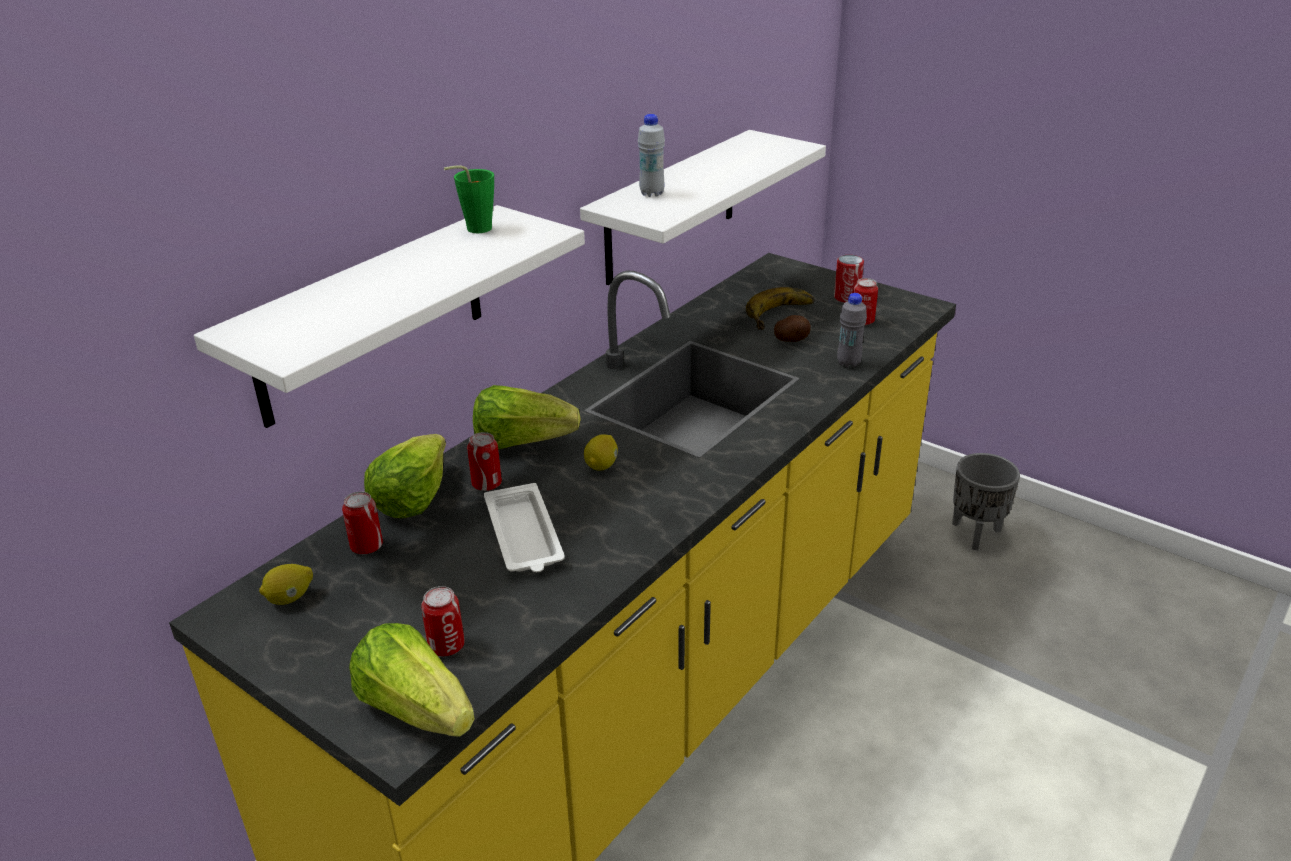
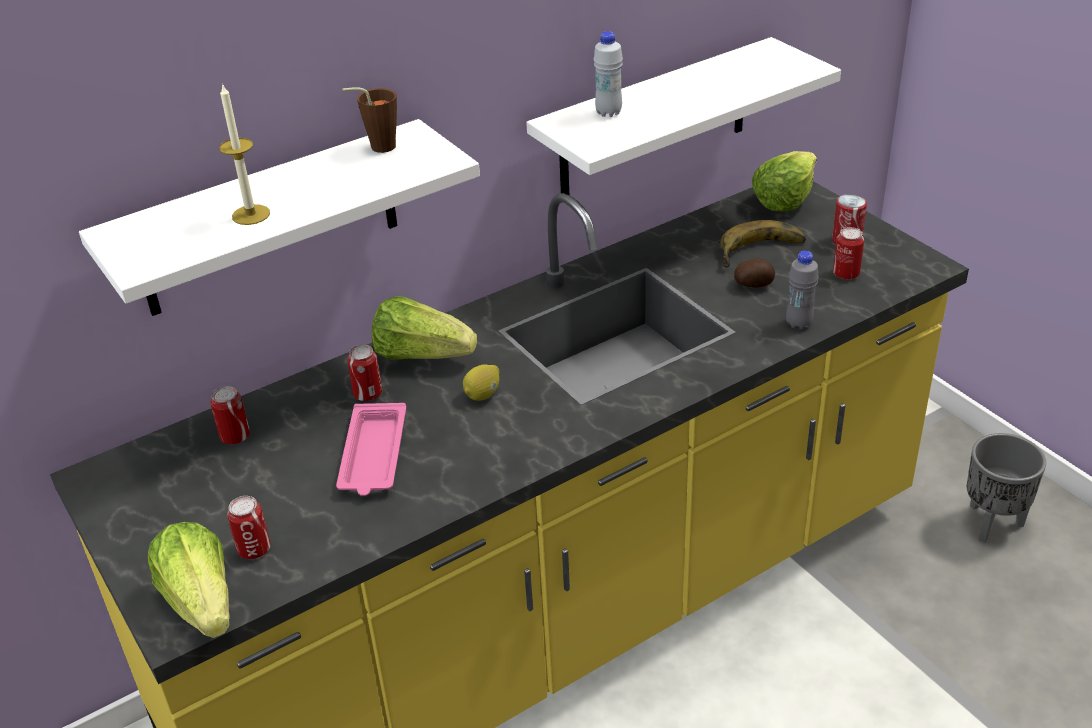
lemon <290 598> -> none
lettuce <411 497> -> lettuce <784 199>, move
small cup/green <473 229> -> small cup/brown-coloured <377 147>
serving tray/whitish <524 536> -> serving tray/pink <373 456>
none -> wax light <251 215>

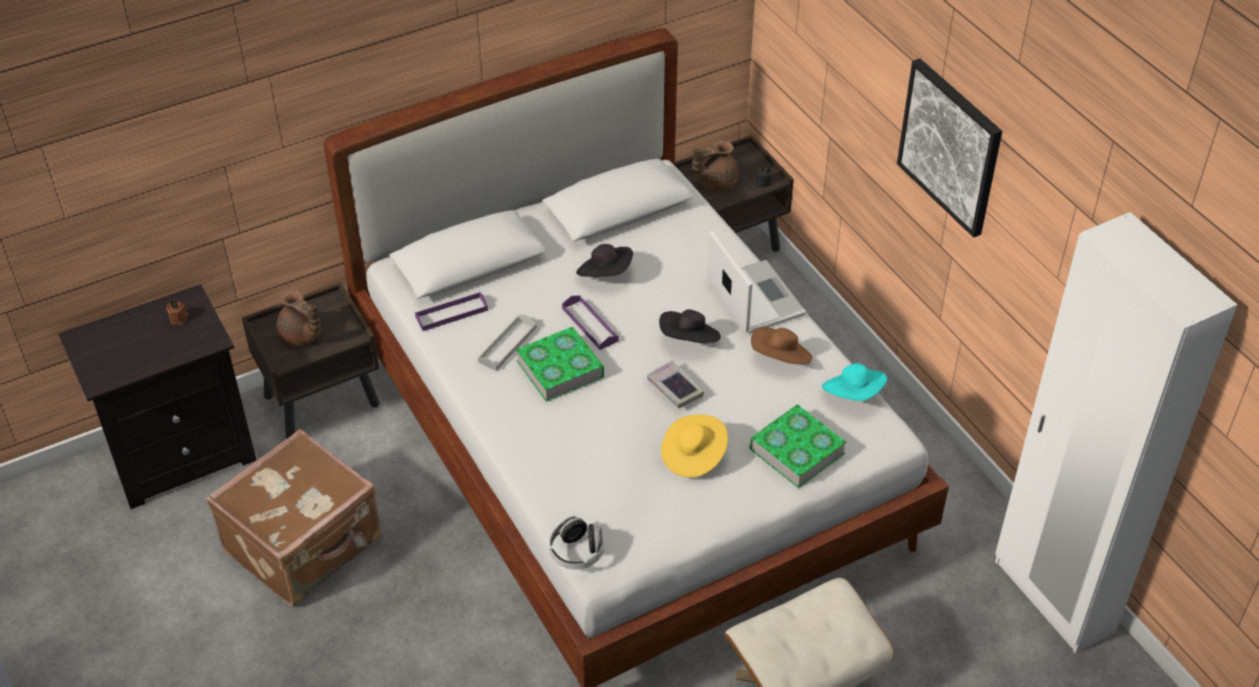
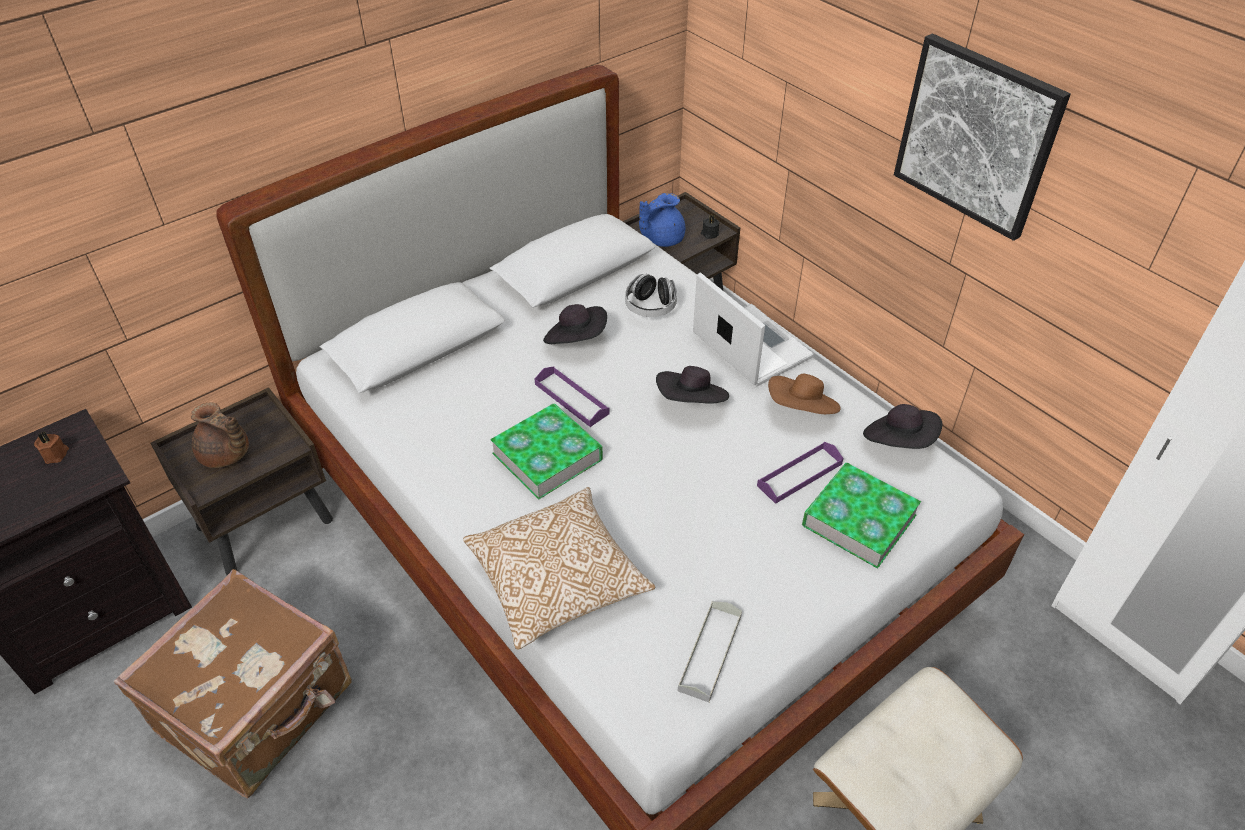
serving tray/purplish <451 313> -> serving tray/purplish <799 475>, move
serving tray/greyish <507 345> -> serving tray/greyish <710 652>, move
headset <577 552> -> headset <650 307>, move
book <674 388> -> none
hat/yellowish <693 456> -> none
teapot/brown-coloured <715 182> -> teapot/bluish <661 239>
hat/turquoise-coloured <853 395> -> hat/blackish <899 442>
none -> cushion <557 580>

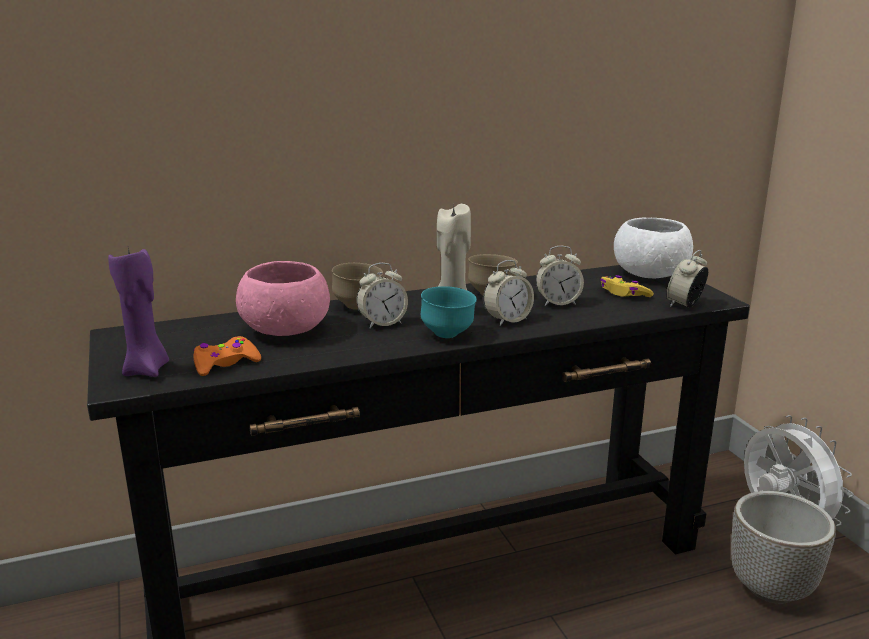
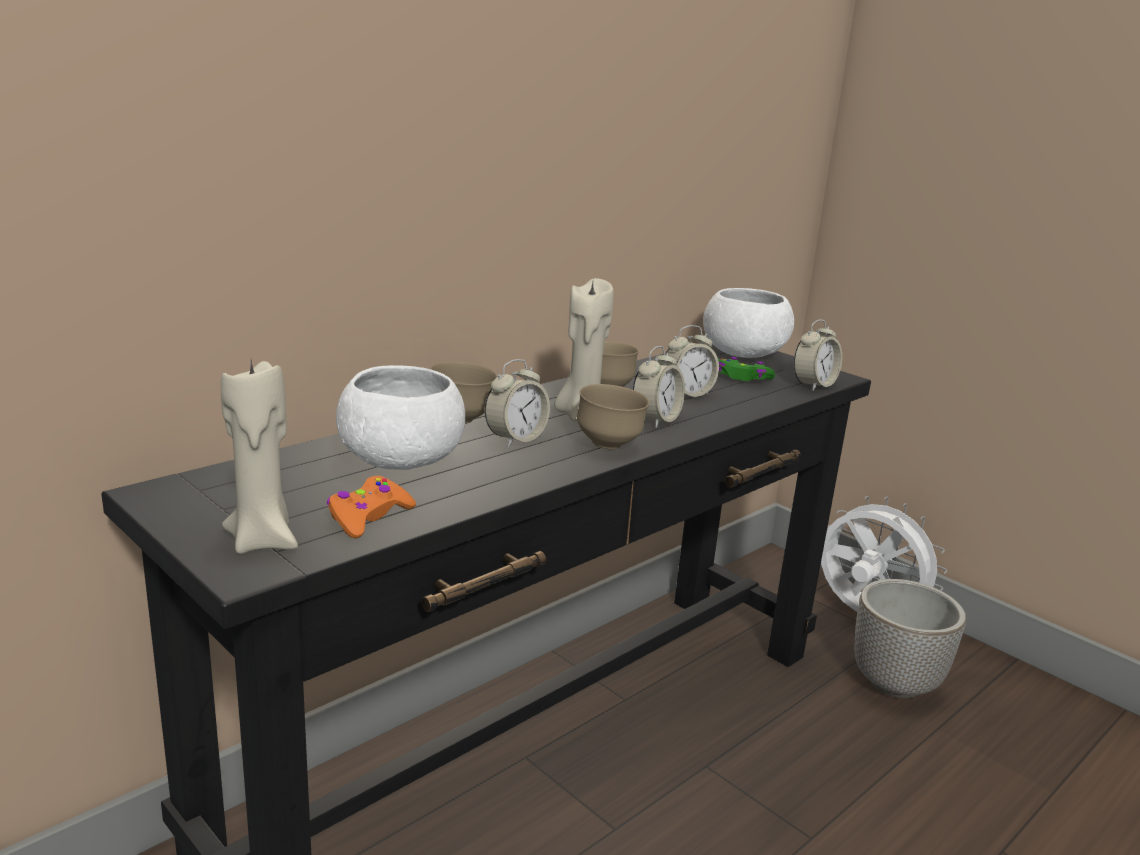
wax light/purplish <147 370> -> wax light/sand-coloured <263 541>
serving bowl/pink <286 330> -> serving bowl/whitish <402 461>
serving bowl/turquoise-coloured <448 335> -> serving bowl/brown-coloured <609 445>
joypad/yellowish <624 294> -> joypad/green <742 378>
alarm clock <685 305> -> alarm clock <813 385>, 150 degrees counterclockwise

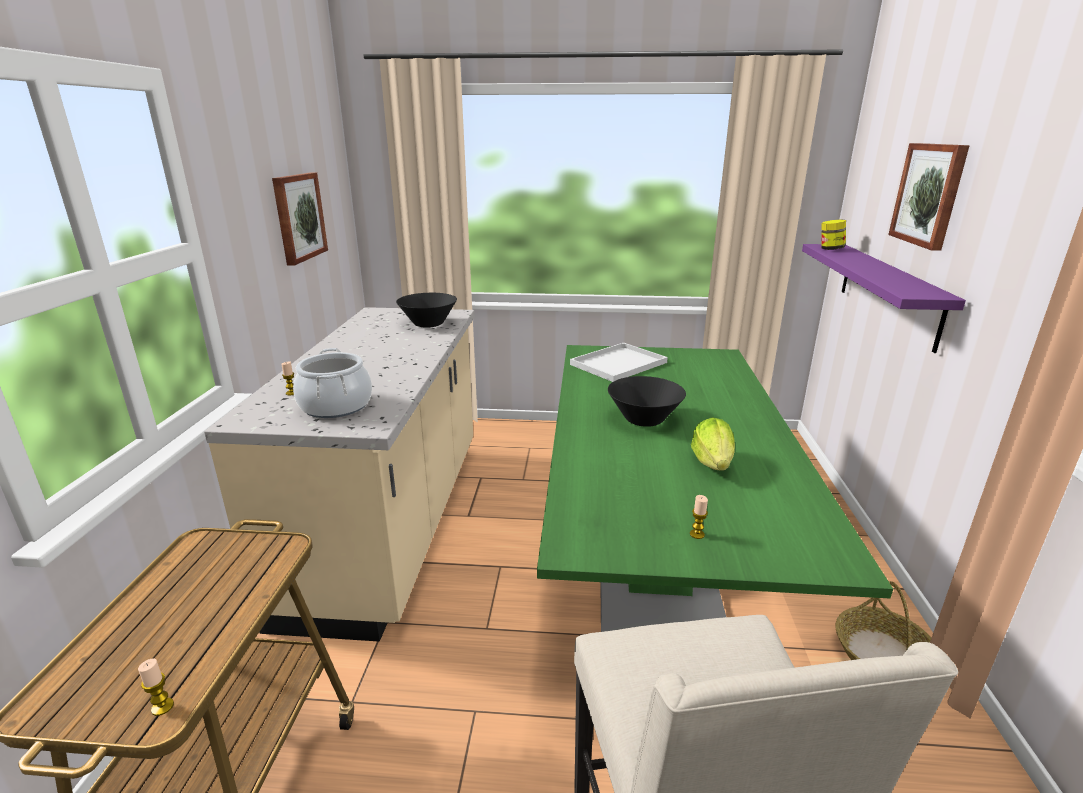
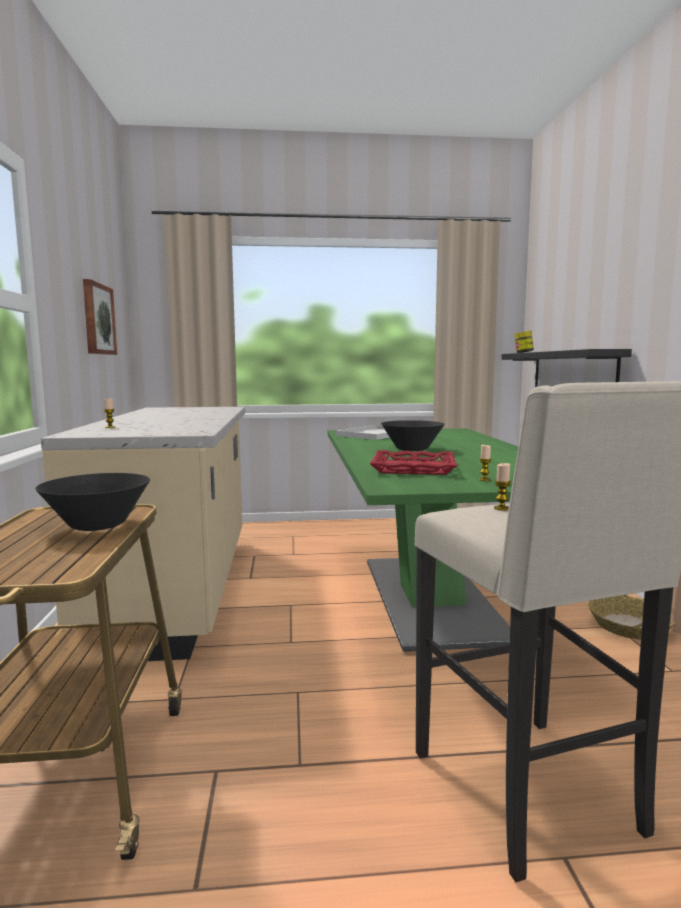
wax light <162 707> -> wax light <501 508>, move
saucepot <336 405> -> none
serving bowl/blackish <428 324> -> serving bowl/blackish <98 525>, move
lettuce <712 463> -> none
bracket shelf/purplish <888 292> -> bracket shelf/blackish <572 371>
picture <929 194> -> none
none -> serving tray/red <413 468>

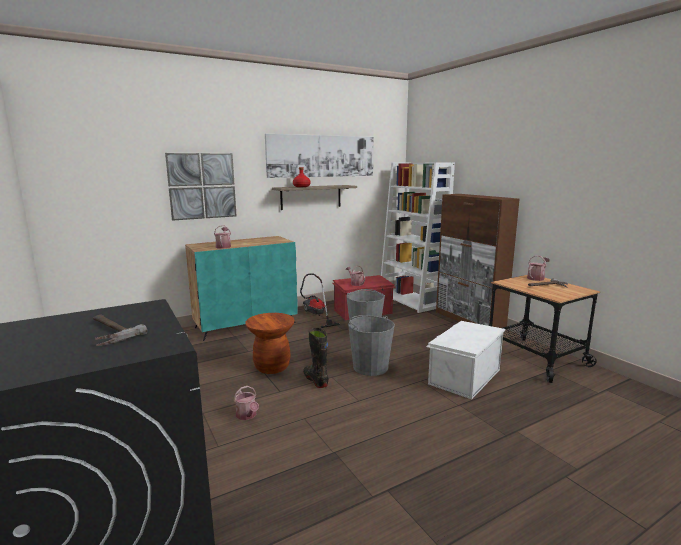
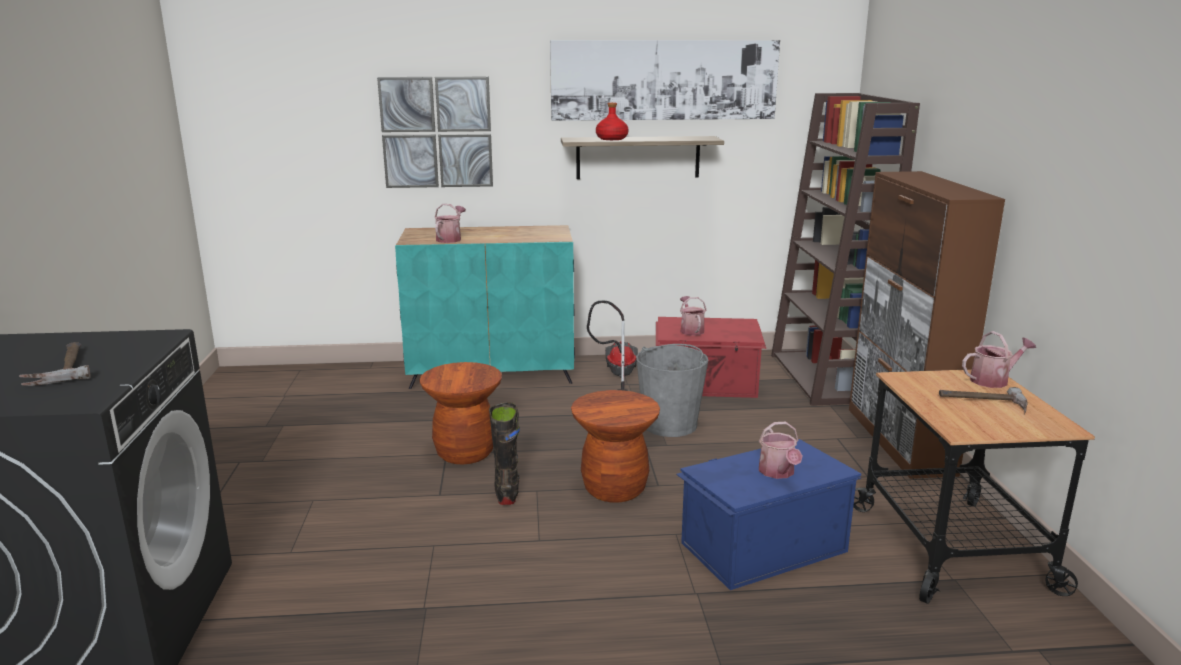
sprinkling can <247 416> -> sprinkling can <778 472>, move
water bucket/greyish <370 367> -> stool seat/brown-coloured <614 488>
shelving unit/whitish <412 300> -> shelving unit/brown-coloured <824 378>
storage bin/whitish <463 376> -> storage bin/bluish <761 546>

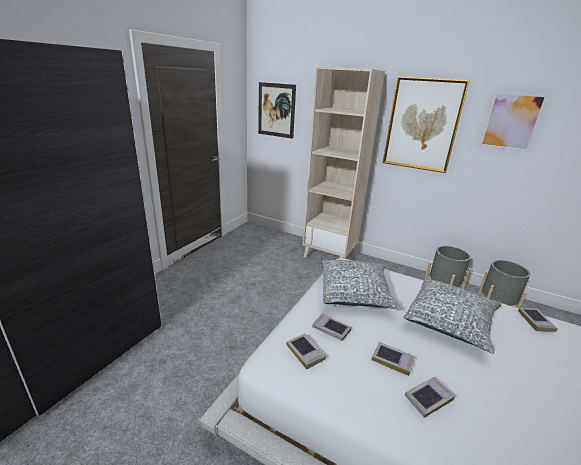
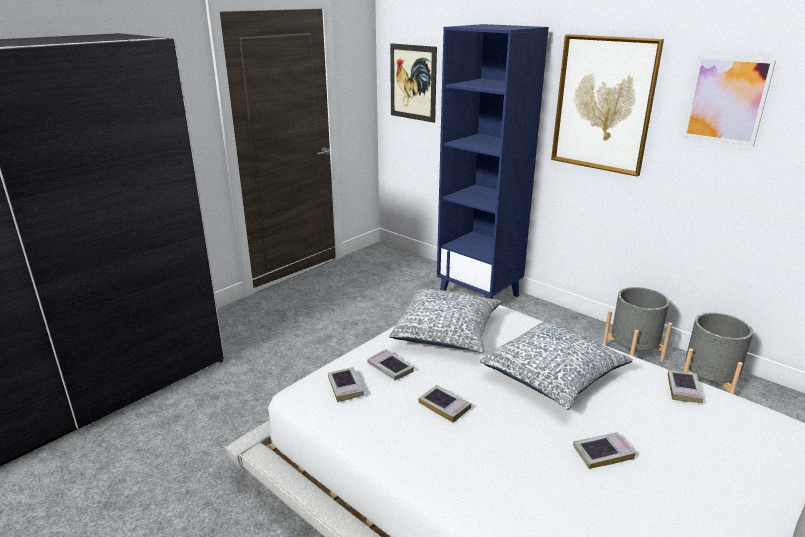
shelving unit/sand-coloured <330 255> -> shelving unit/bluish <480 294>
book <428 398> -> book <603 453>, move

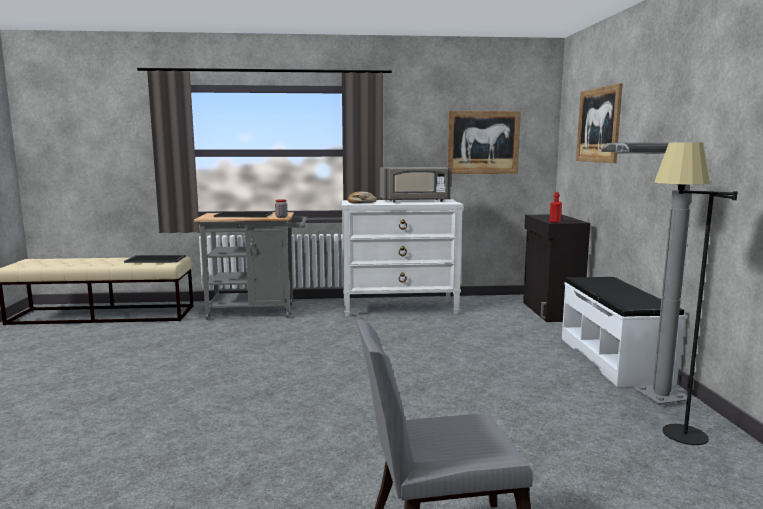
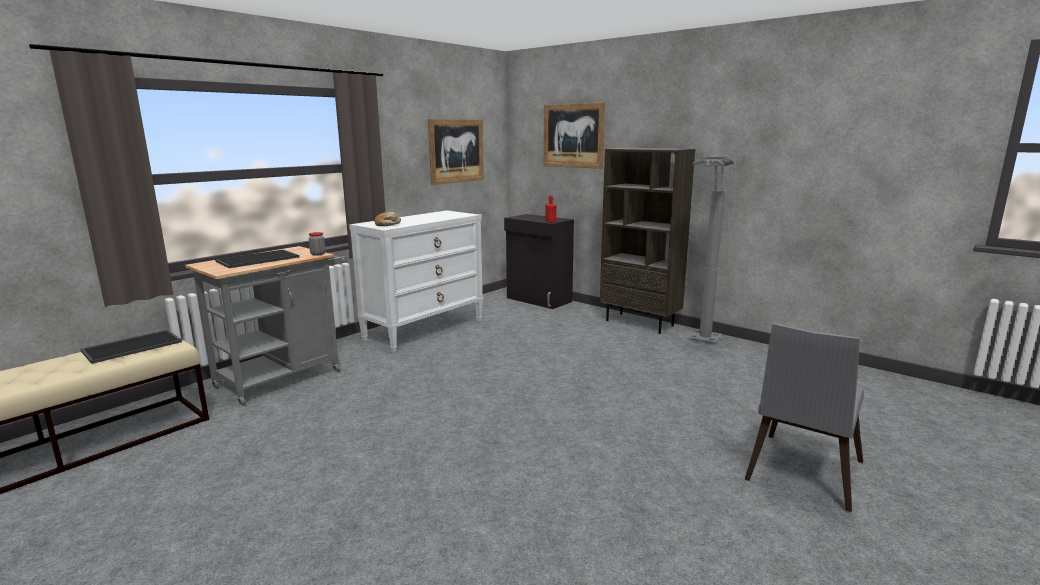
kitchen microwave/greyish <415 201> -> none
long seat/whitish <614 359> -> shelving unit/brown-coloured <640 323>
standard lamp/blackish <670 438> -> none

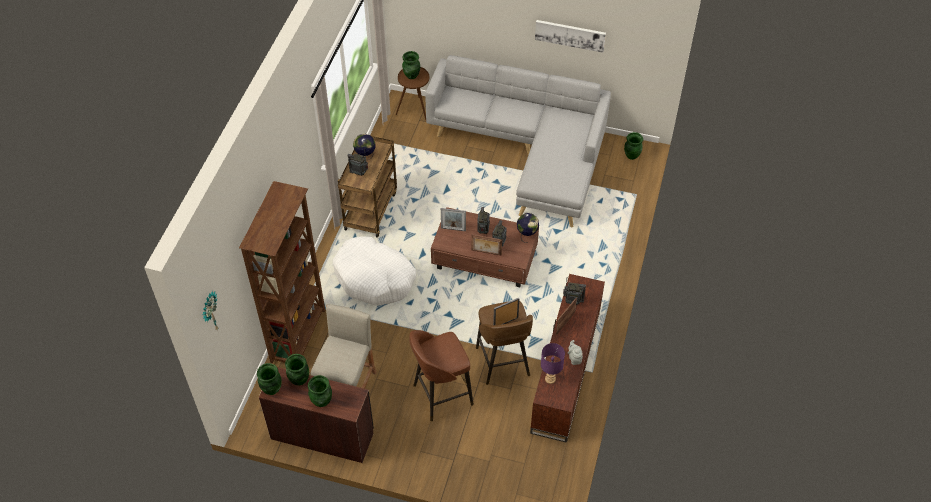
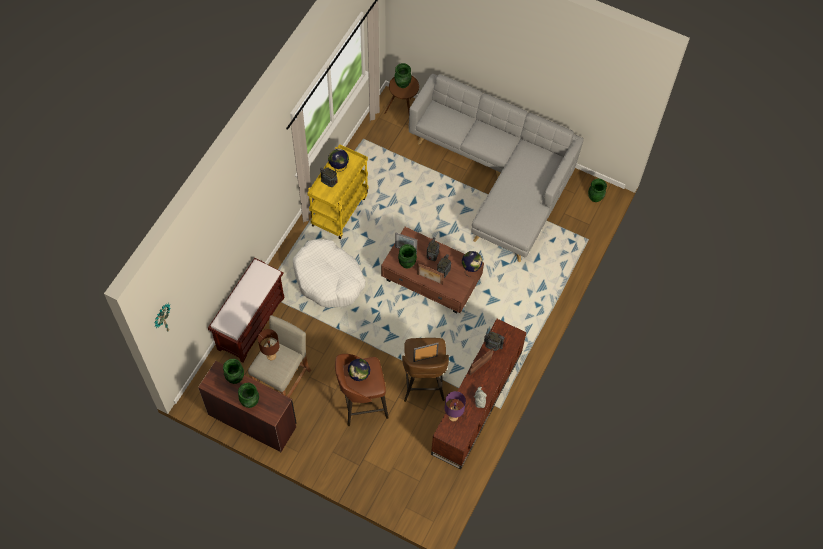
shelving unit/brown-coloured <299 335> -> long seat/brown-coloured <251 322>
decorative vase/green <271 389> -> decorative vase/green <406 263>, move
trolley/brown-coloured <370 210> -> trolley/yellowish <339 209>
picture <570 35> -> none
none -> table lamp/brown-coloured <271 355>
none -> desk globe <359 376>

